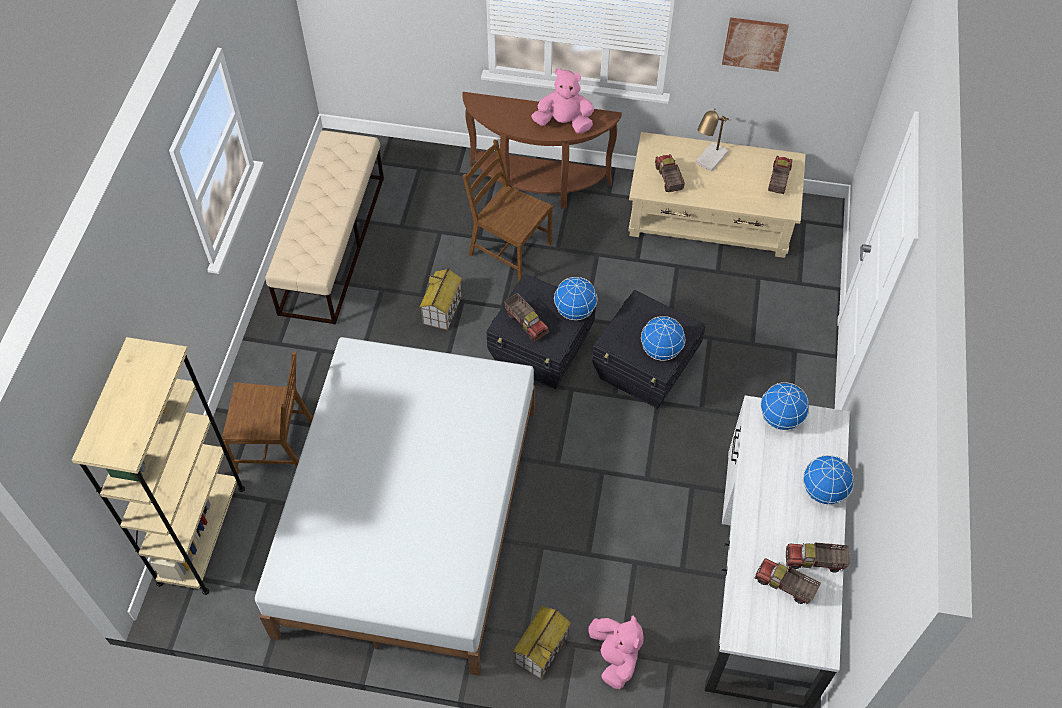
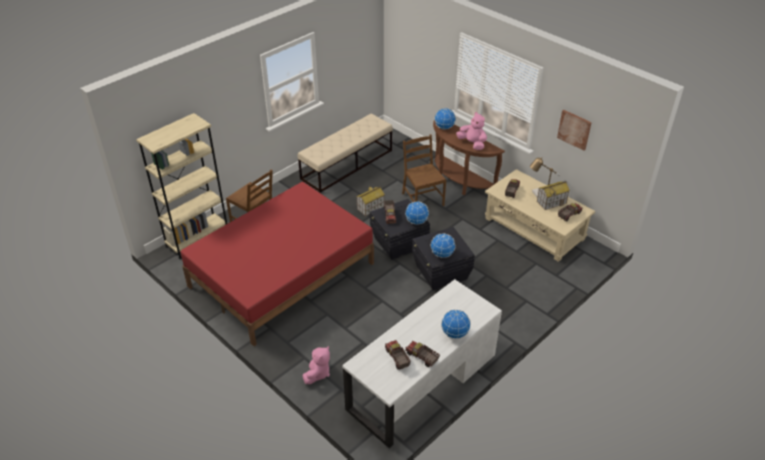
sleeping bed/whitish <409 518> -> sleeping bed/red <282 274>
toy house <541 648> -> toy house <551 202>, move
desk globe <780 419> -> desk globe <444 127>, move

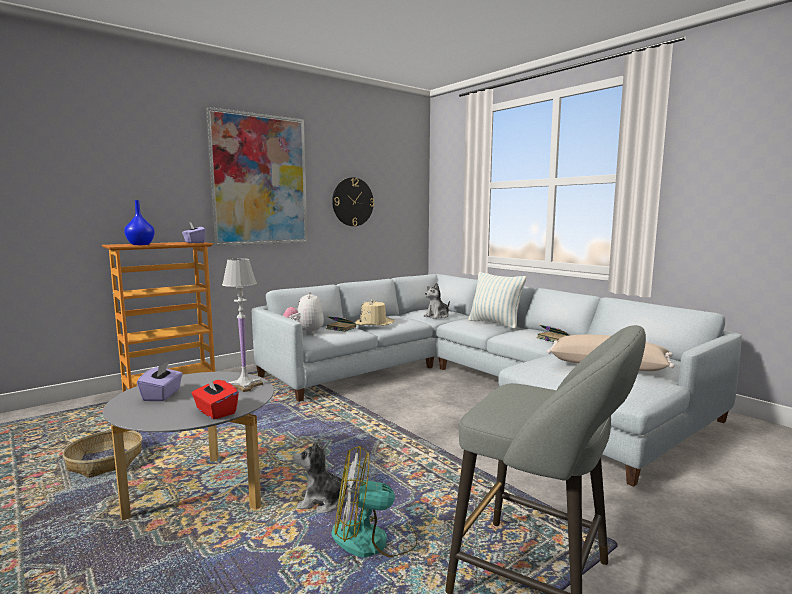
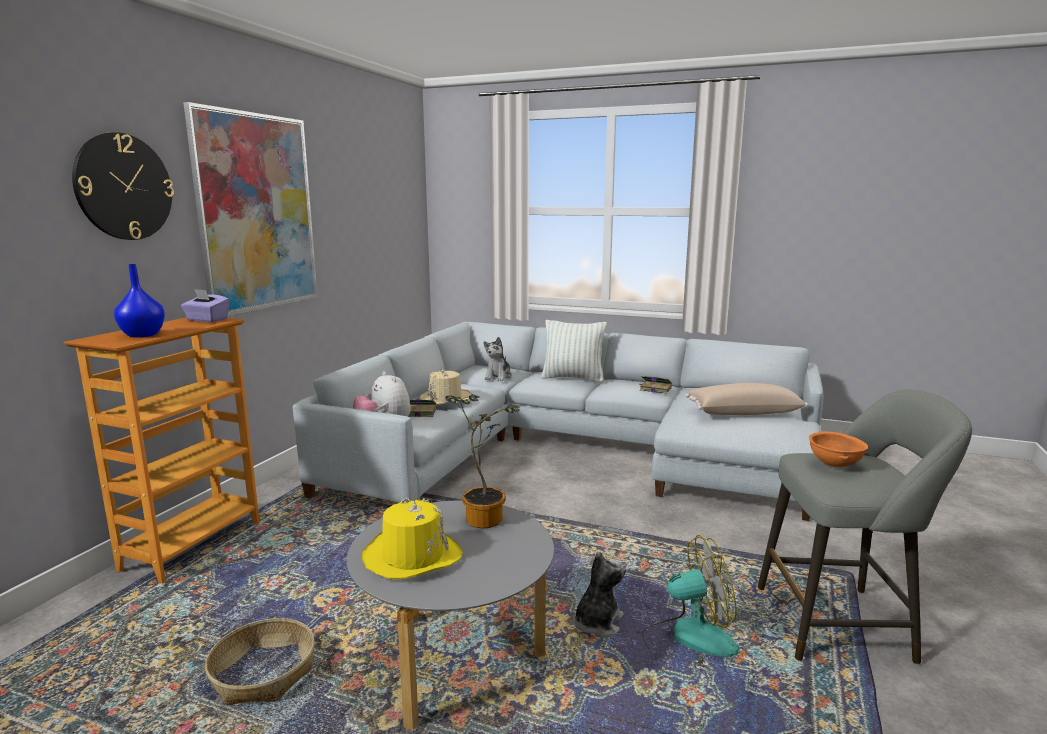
tissue box/purplish <162 395> -> hat/yellowish <412 556>
tissue box/red <215 412> -> none
table lamp/whitish <244 385> -> houseplant <484 517>
soft toy <323 502> -> soft toy <597 623>, 150 degrees clockwise
hanging clock <352 202> -> hanging clock <124 187>, move
fan <373 540> -> fan <688 641>, 150 degrees counterclockwise
none -> serving bowl/orangey <835 465>

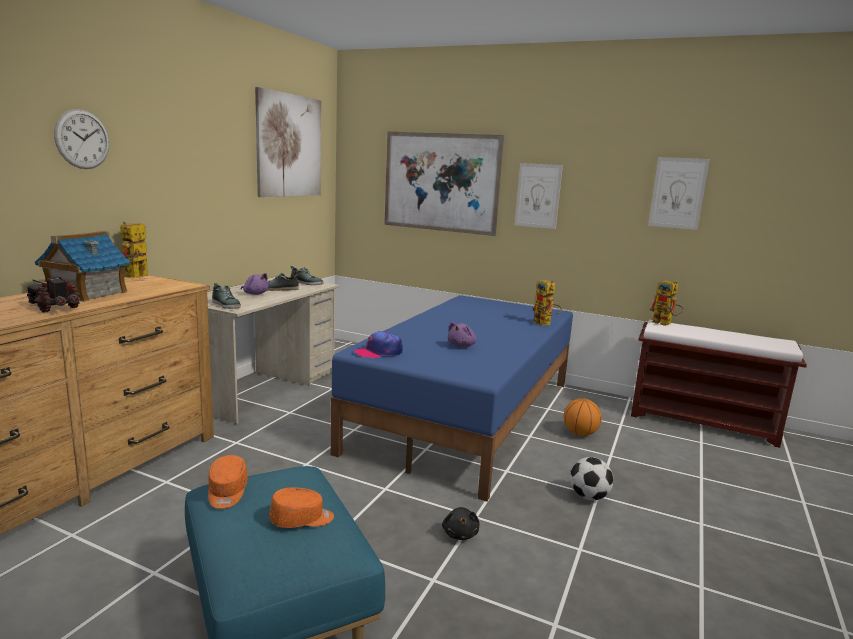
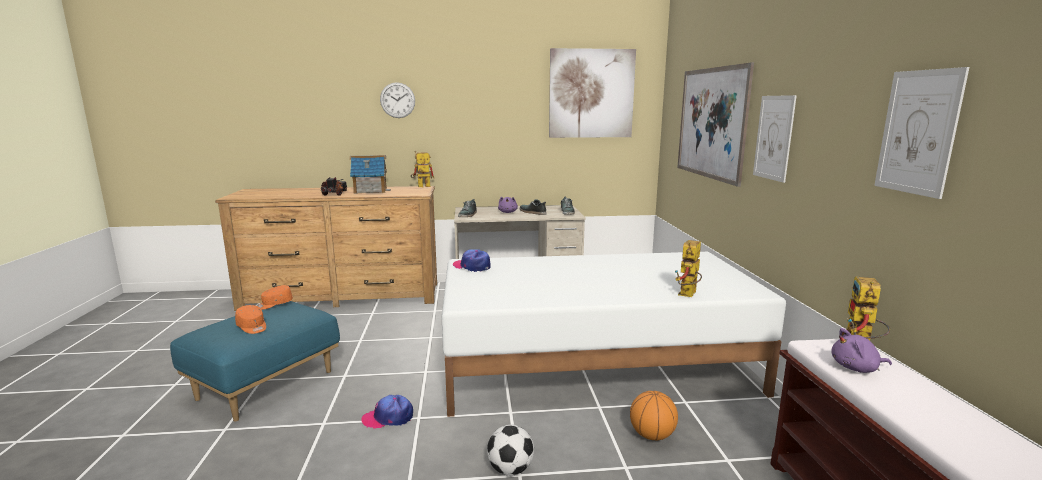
sleeping bed/bluish <468 414> -> sleeping bed/whitish <596 366>
soft toy/blackish <460 534> -> peaked cap <388 417>
soft toy/purplish <462 345> -> soft toy/purplish <856 368>, move

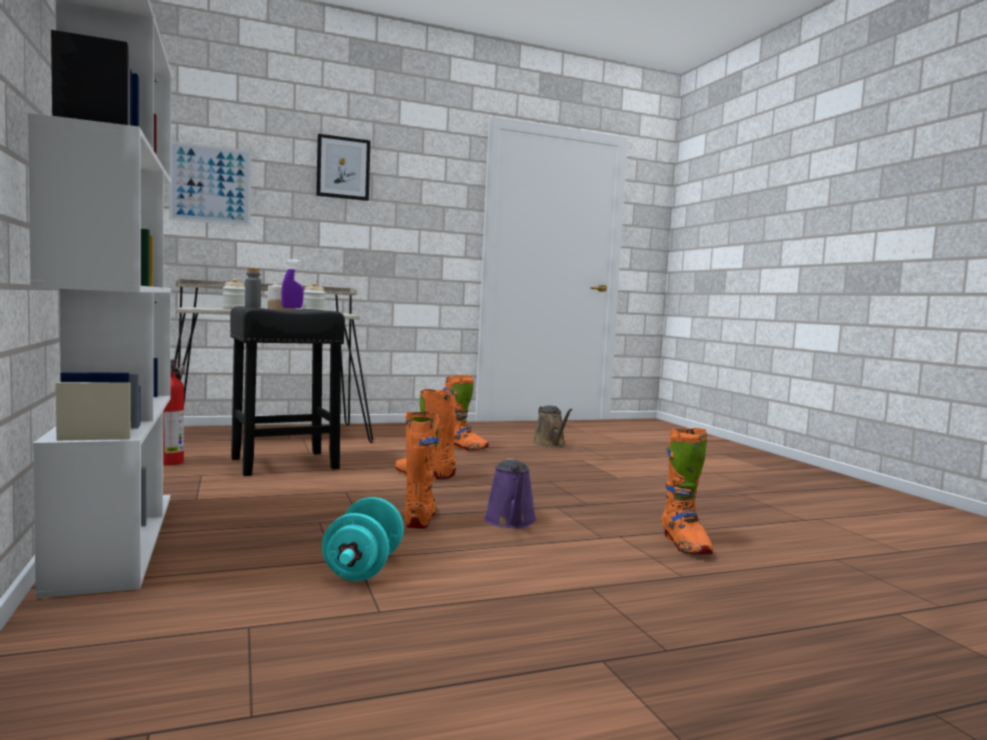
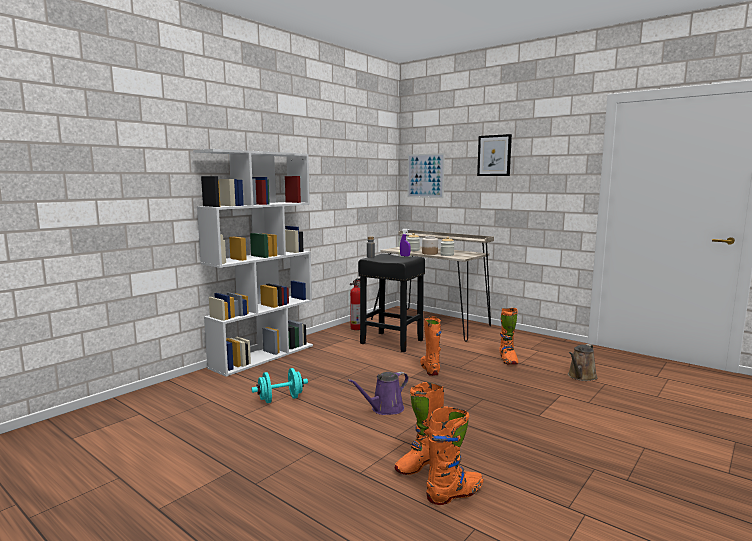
high-top boot/orangey <420 519> -> high-top boot/orangey <455 494>, move

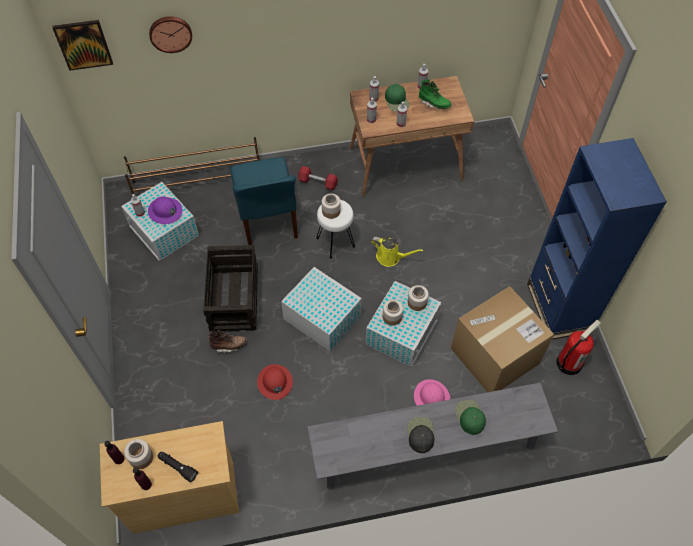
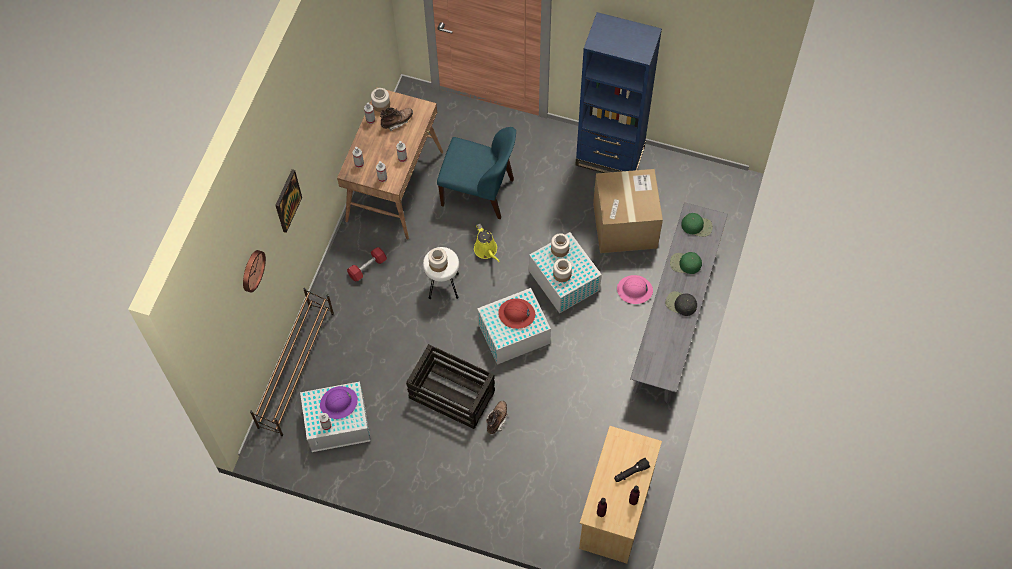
picture <83 44> -> picture <287 200>, move
preserve jar <141 457> -> preserve jar <381 105>, move
chair/bluish <268 219> -> chair/bluish <479 192>, move
safety helmet/red <274 382> -> safety helmet/red <516 314>, move
sprinkling can/yellowish <390 257> -> sprinkling can/yellowish <486 250>, 105 degrees clockwise
peaked cap/green <397 101> -> peaked cap/green <697 226>, move
high-top boot/green <434 103> -> high-top boot/brown-coloured <397 121>
fire extinguisher <569 362> -> none

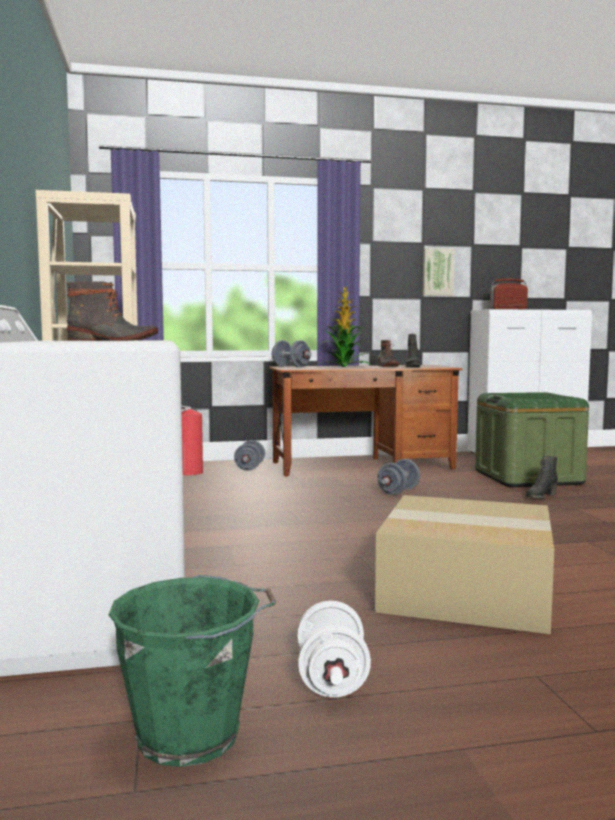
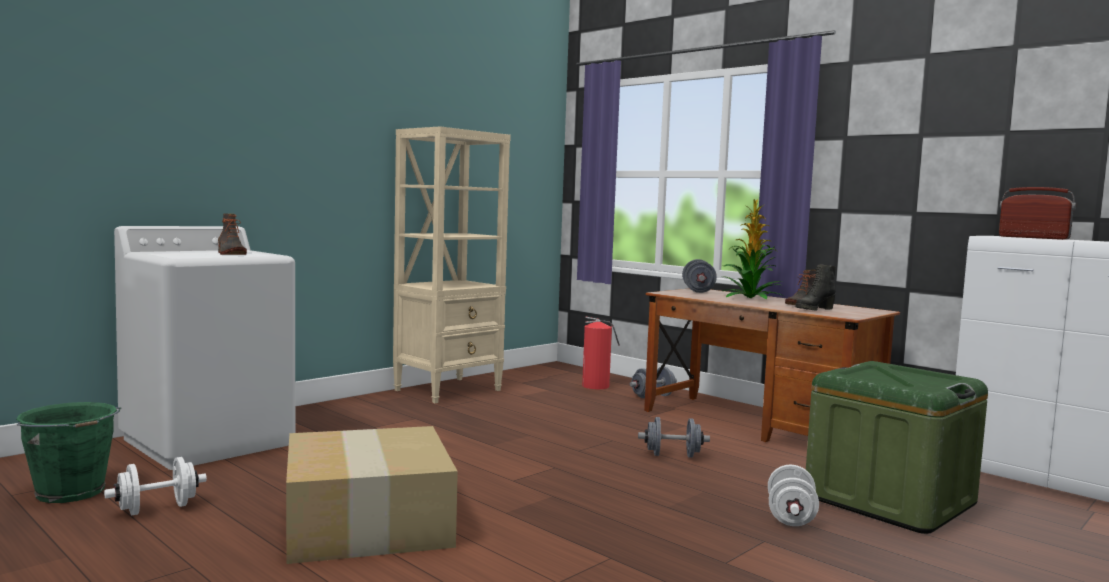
picture <437 272> -> none
high-top boot/blackish <540 496> -> dumbbell/whitish <790 517>

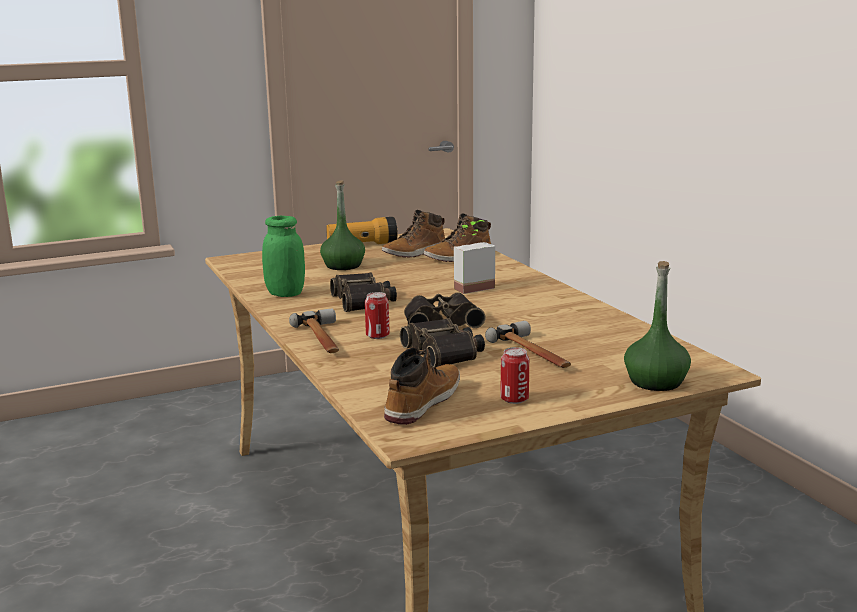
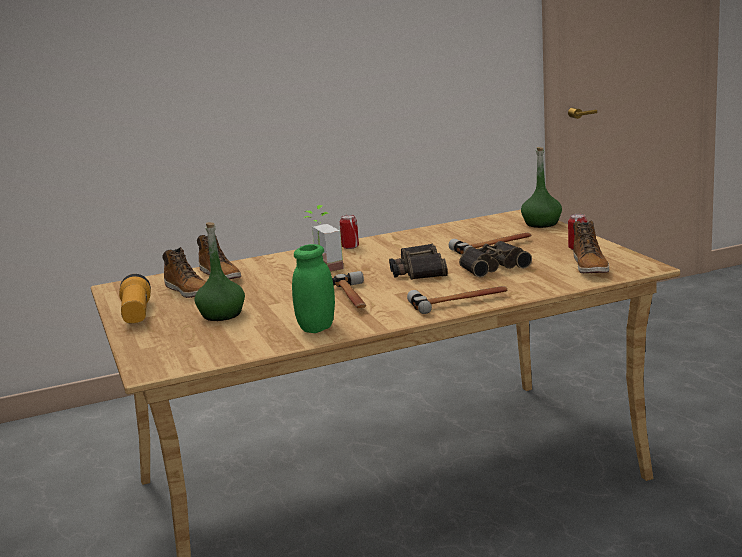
pair of binoculars <364 301> -> hammer <353 297>
sealed can <377 336> -> sealed can <350 247>, move
high-top boot <422 403> -> high-top boot <590 267>, 120 degrees counterclockwise

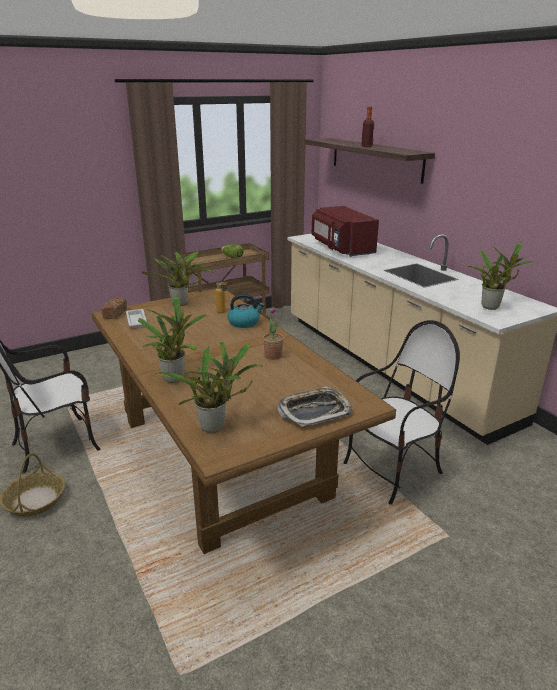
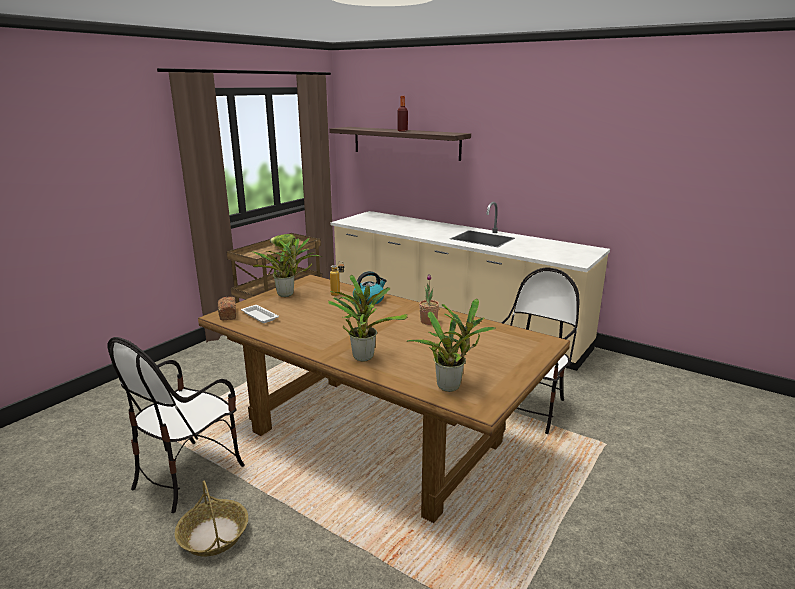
serving tray <314 411> -> none
kitchen microwave/red <341 248> -> none
houseplant <492 307> -> none

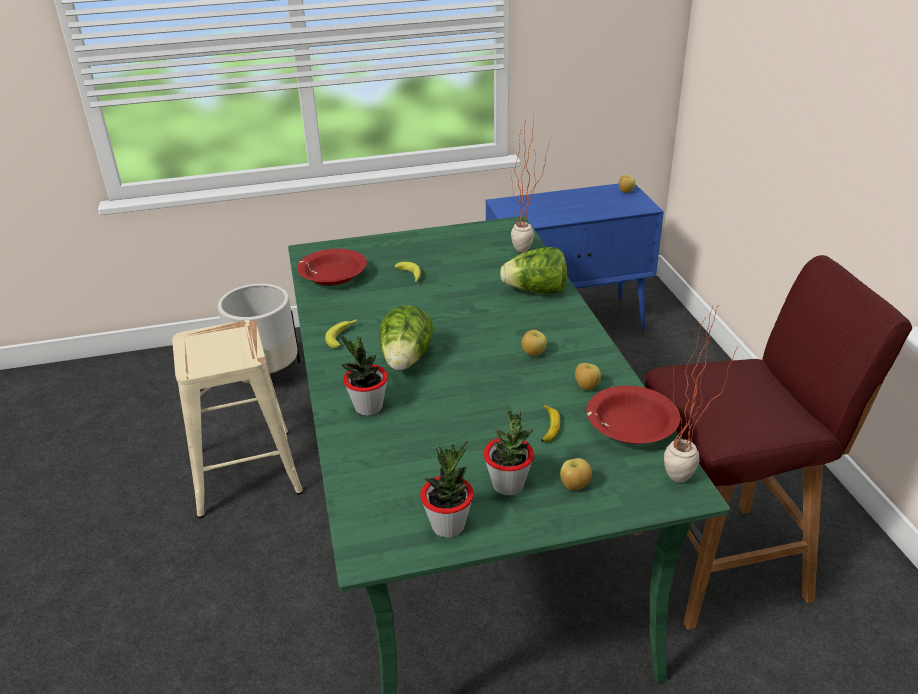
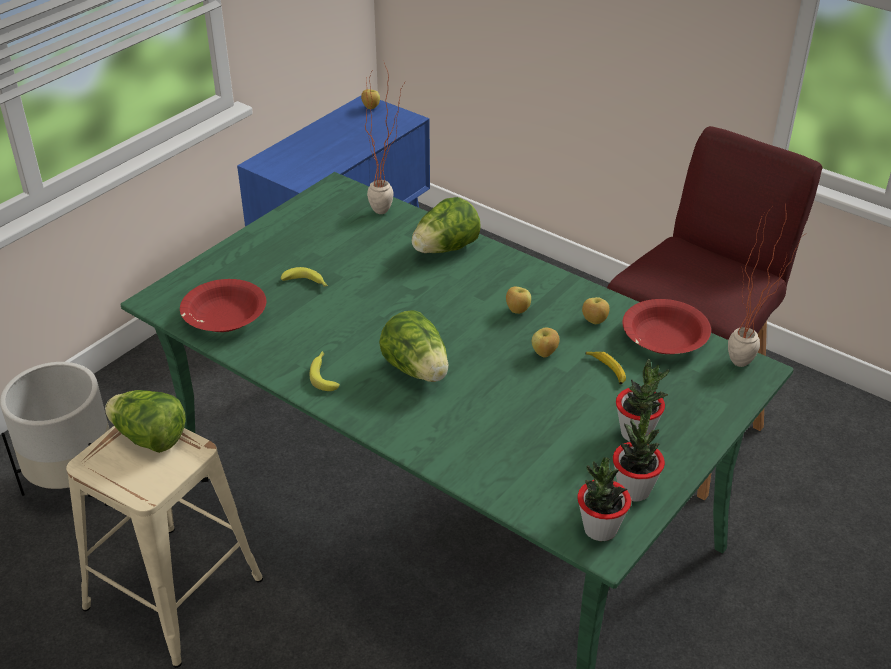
houseplant <368 407> -> houseplant <600 529>, move
whole apple <574 486> -> whole apple <544 353>, move
none -> lettuce <149 438>

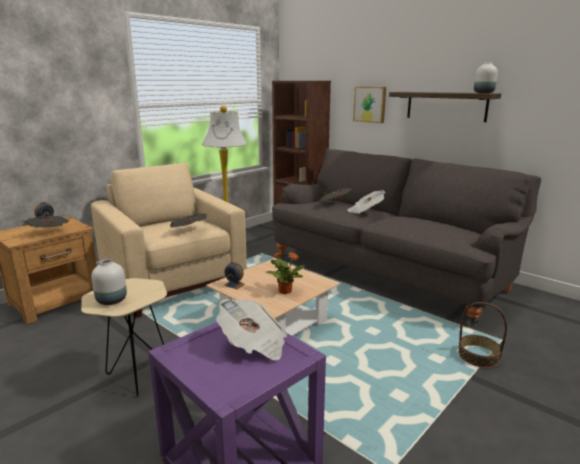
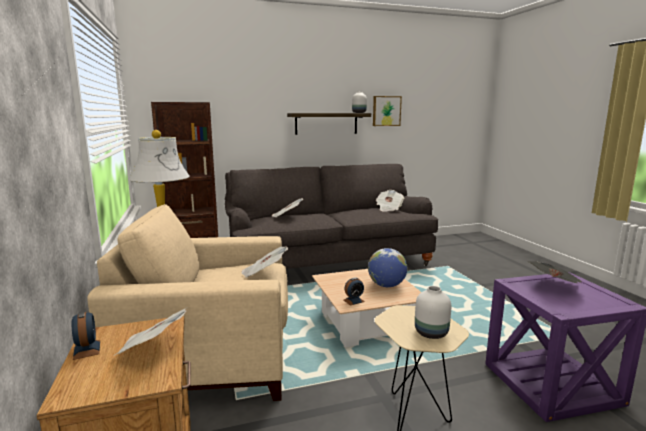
houseplant <284 291> -> desk globe <386 285>
printed paper <365 211> -> printed paper <388 208>, move
picture <370 104> -> picture <386 111>, move
storage basket <478 356> -> none

